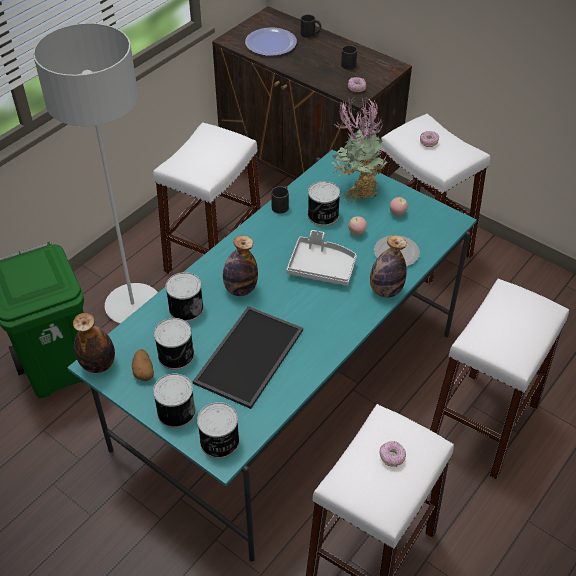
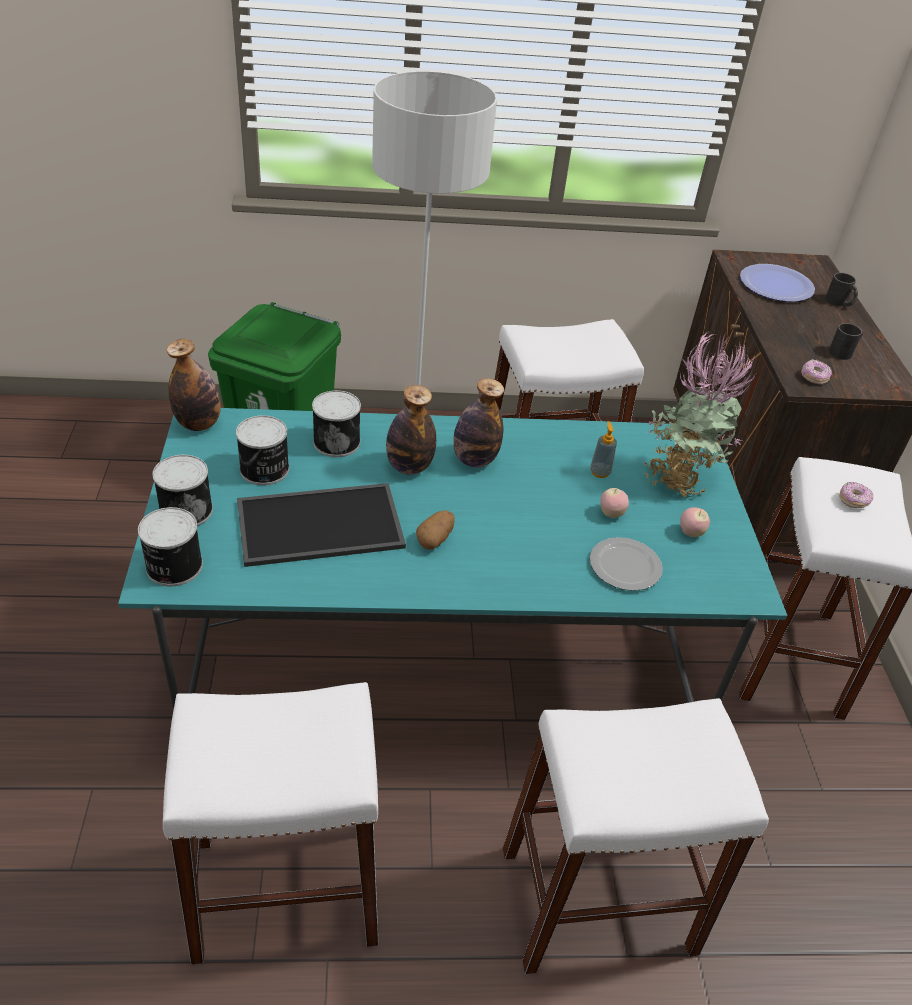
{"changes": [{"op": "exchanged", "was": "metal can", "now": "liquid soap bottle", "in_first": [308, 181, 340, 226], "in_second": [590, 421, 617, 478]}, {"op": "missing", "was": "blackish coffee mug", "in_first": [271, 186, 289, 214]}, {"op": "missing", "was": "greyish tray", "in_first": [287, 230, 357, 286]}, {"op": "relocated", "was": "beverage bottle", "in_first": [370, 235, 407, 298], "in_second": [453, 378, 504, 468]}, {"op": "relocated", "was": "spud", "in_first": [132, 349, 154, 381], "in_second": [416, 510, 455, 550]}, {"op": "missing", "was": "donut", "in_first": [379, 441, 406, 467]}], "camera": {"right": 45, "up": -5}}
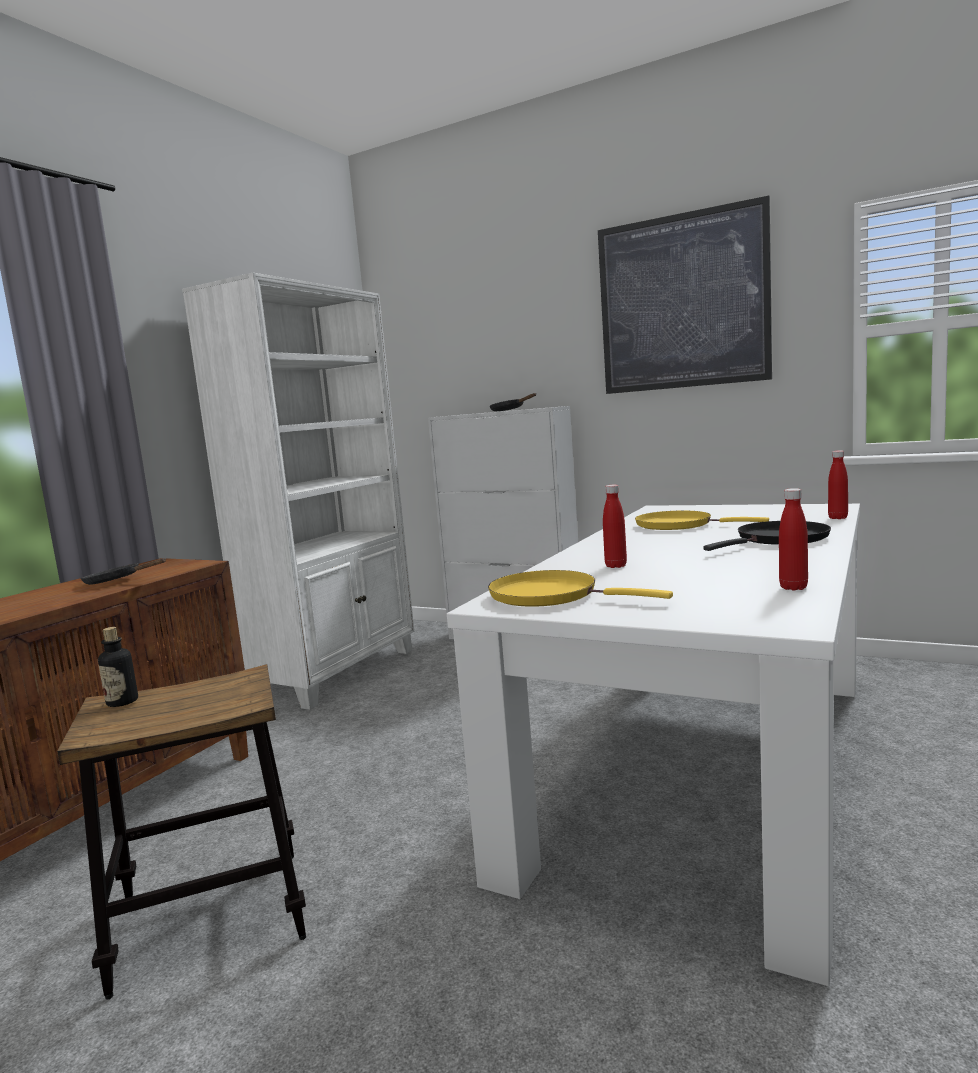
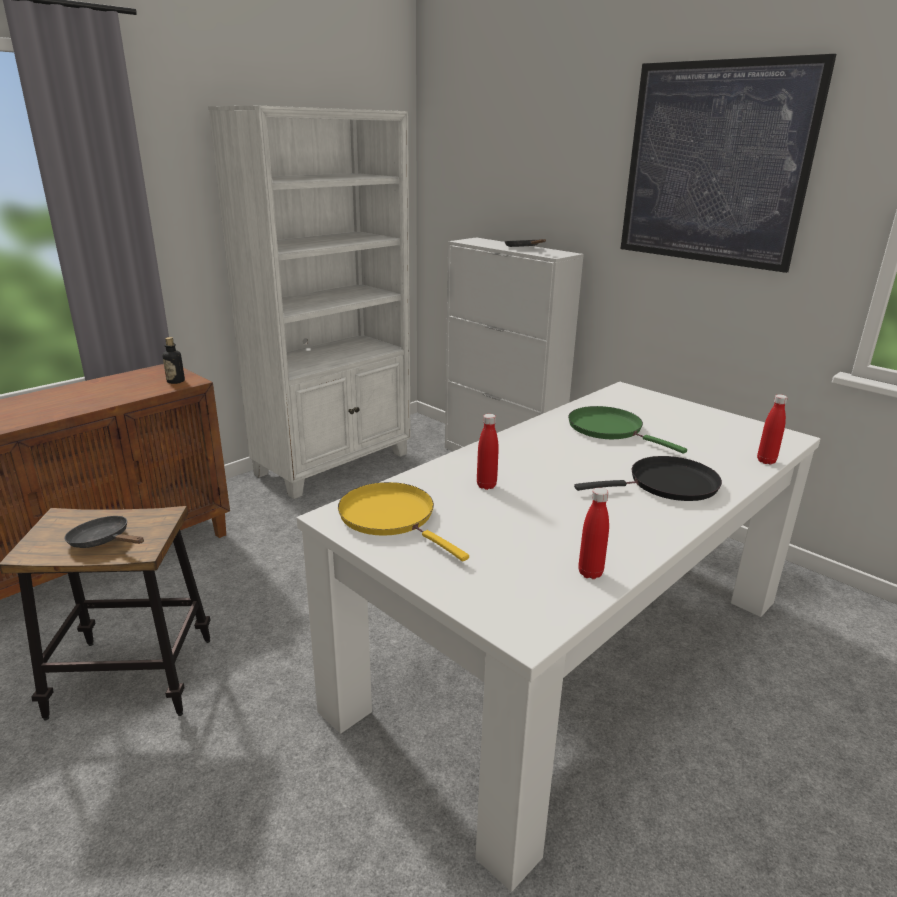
{"changes": [{"op": "colour", "was": "yellow pan", "now": "green-coloured pan", "in_first": [635, 511, 769, 530], "in_second": [568, 406, 687, 454]}, {"op": "relocated", "was": "blackish pan", "in_first": [80, 558, 166, 585], "in_second": [64, 516, 144, 548]}, {"op": "relocated", "was": "beverage bottle", "in_first": [98, 627, 138, 707], "in_second": [162, 337, 185, 384]}], "camera": {"right": 15, "up": 15}}
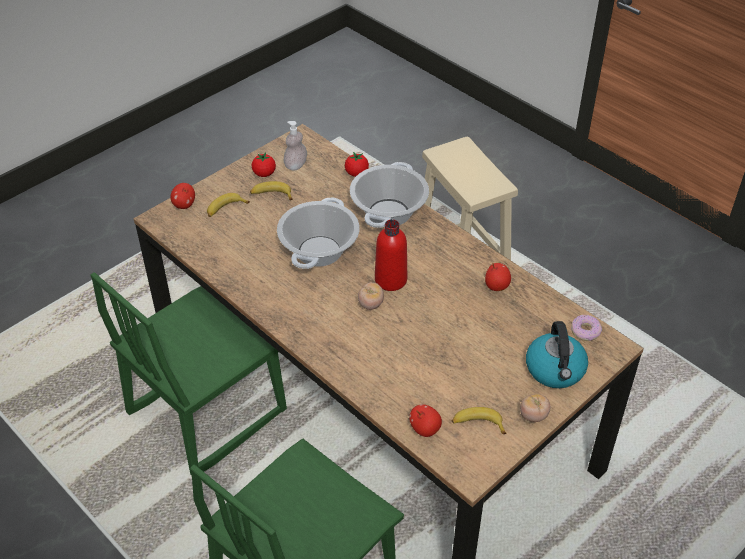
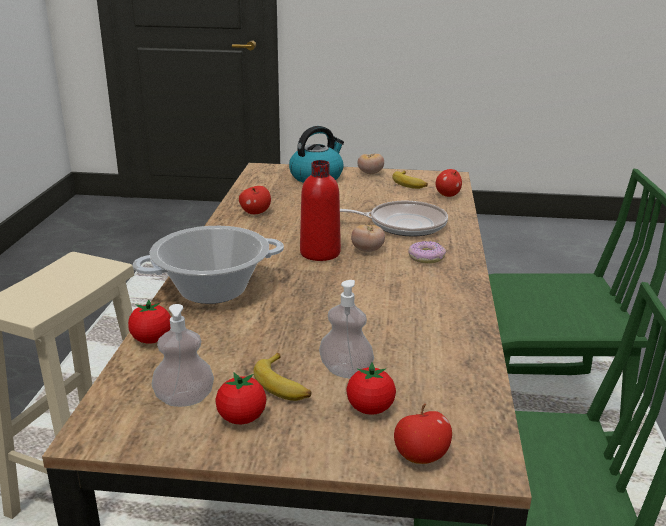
{"changes": [{"op": "exchanged", "was": "banana", "now": "whole tomato", "in_first": [207, 193, 250, 217], "in_second": [346, 363, 396, 415]}, {"op": "missing", "was": "cooking pot", "in_first": [277, 198, 360, 269]}, {"op": "relocated", "was": "donut", "in_first": [571, 315, 602, 341], "in_second": [408, 241, 446, 264]}, {"op": "appeared", "now": "pan", "in_second": [340, 201, 448, 236]}, {"op": "appeared", "now": "liquid soap bottle", "in_second": [319, 280, 374, 378]}], "camera": {"right": -130, "up": -20}}
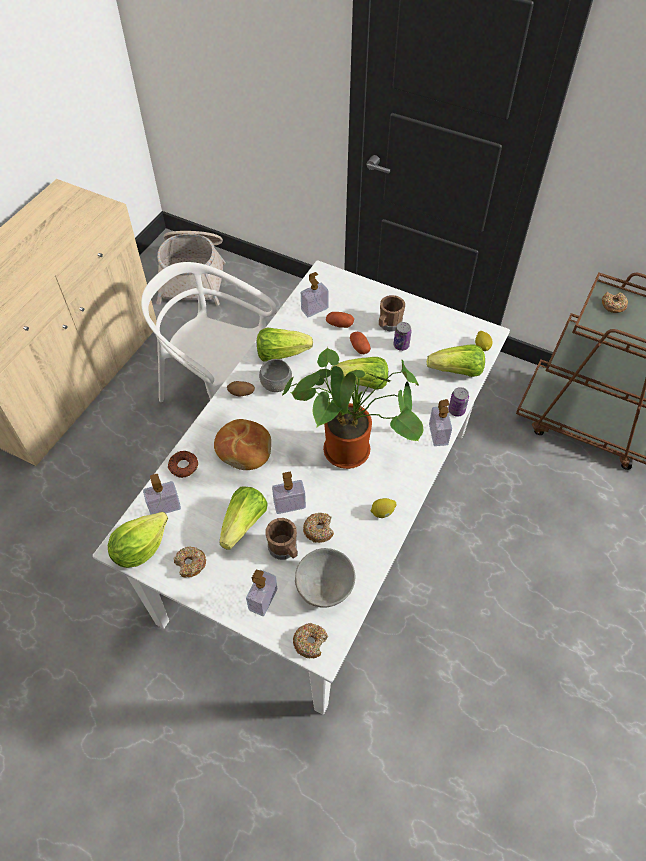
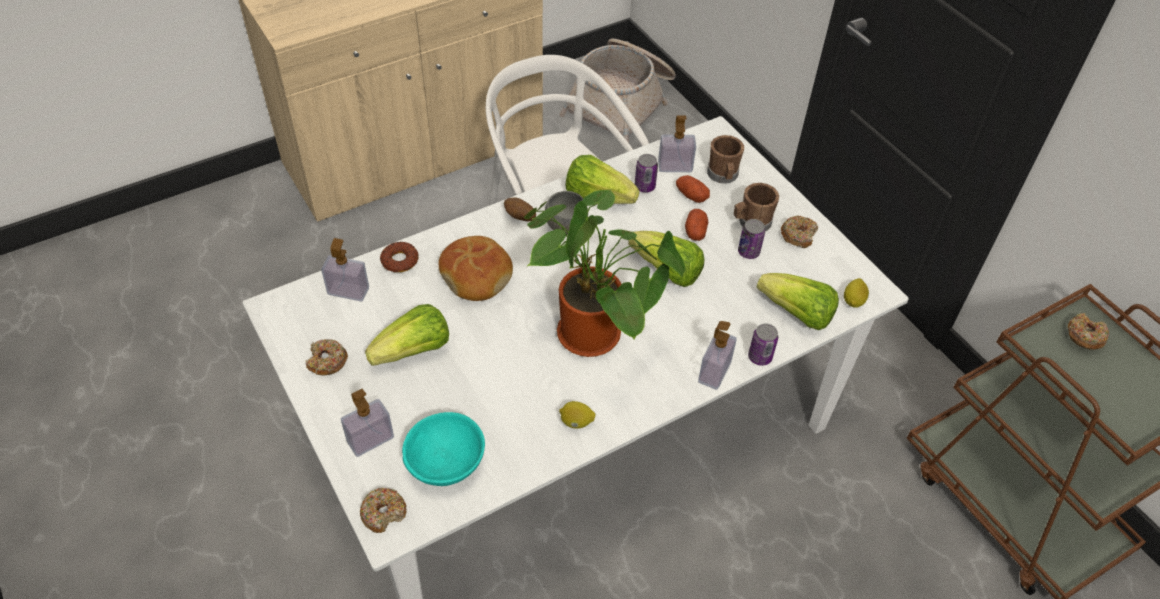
{"changes": [{"op": "missing", "was": "liquid soap bottle", "in_first": [272, 471, 306, 514]}, {"op": "missing", "was": "lettuce", "in_first": [108, 512, 168, 568]}, {"op": "relocated", "was": "donut", "in_first": [303, 513, 334, 543], "in_second": [781, 216, 818, 248]}, {"op": "relocated", "was": "brown-coloured coffee mug", "in_first": [265, 518, 298, 560], "in_second": [707, 135, 744, 184]}, {"op": "colour", "was": "greyish serving bowl", "now": "turquoise serving bowl", "in_first": [295, 548, 355, 608], "in_second": [402, 412, 485, 486]}, {"op": "appeared", "now": "metal can", "in_second": [635, 154, 658, 193]}], "camera": {"right": 30, "up": -5}}
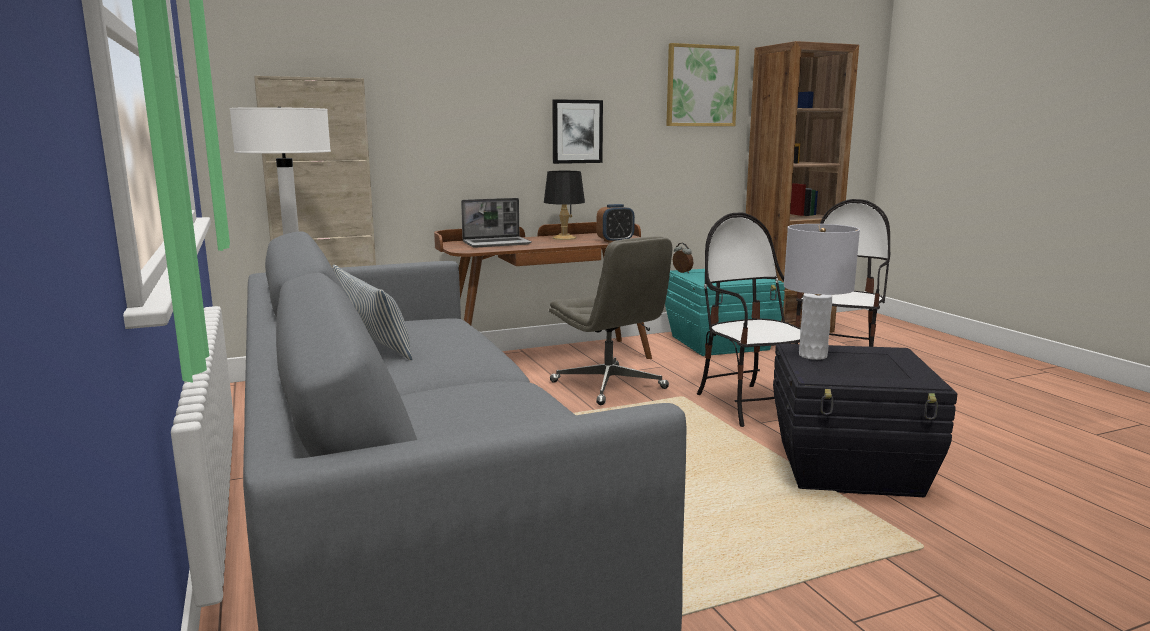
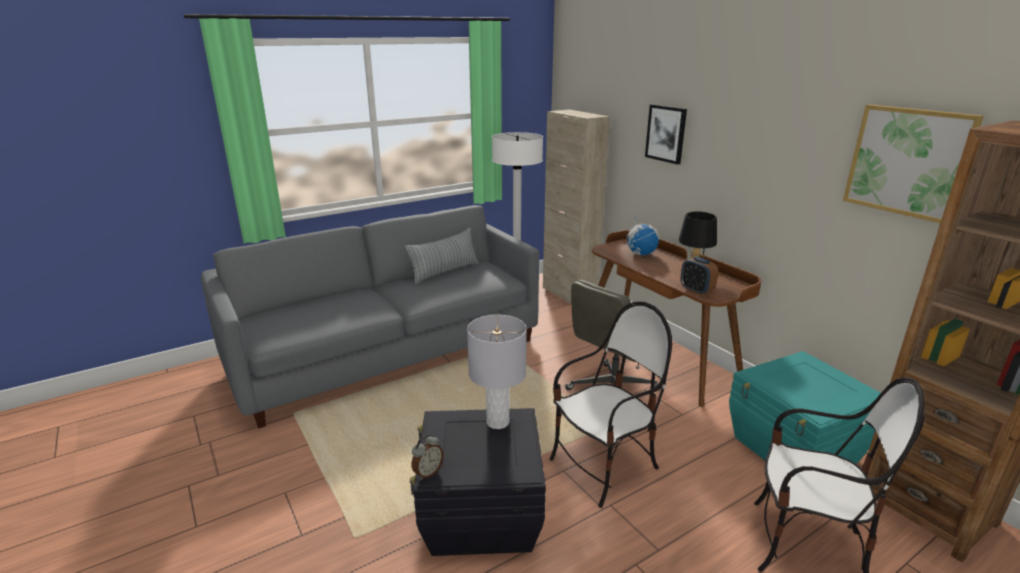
{"changes": [{"op": "relocated", "was": "picture", "in_first": [552, 99, 603, 164], "in_second": [645, 104, 687, 165]}, {"op": "exchanged", "was": "portable computer", "now": "desk globe", "in_first": [461, 198, 532, 248], "in_second": [625, 215, 660, 256]}, {"op": "relocated", "was": "bedside clock", "in_first": [673, 243, 693, 273], "in_second": [412, 434, 443, 480]}], "camera": {"right": 80, "up": 10}}
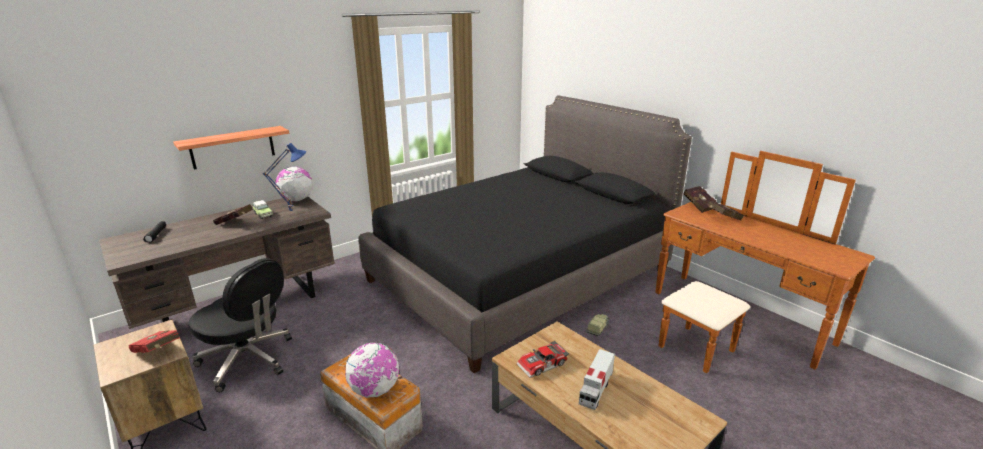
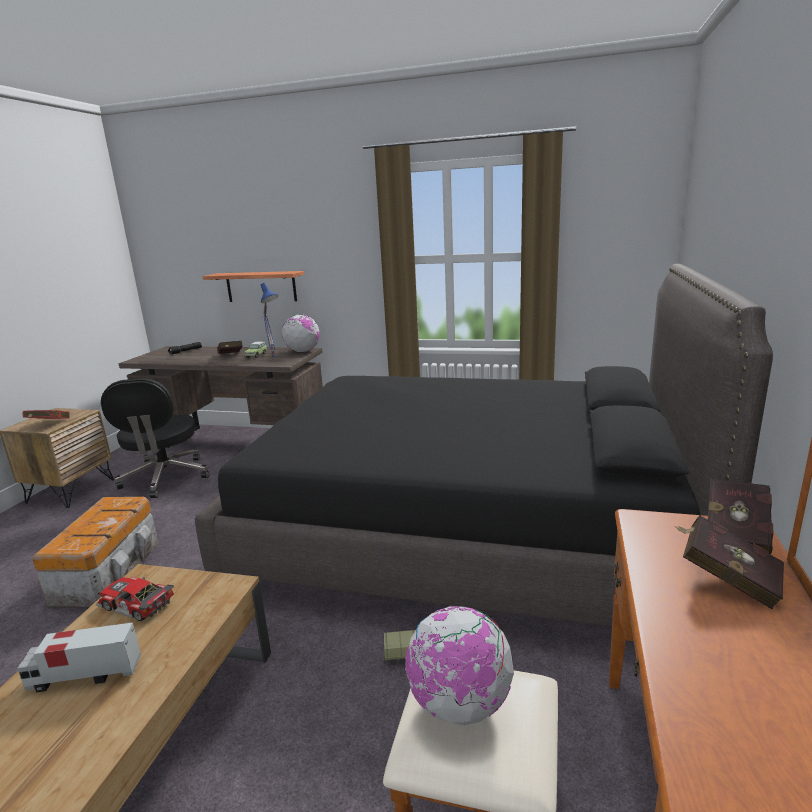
{"changes": [{"op": "relocated", "was": "desk globe", "in_first": [345, 343, 399, 398], "in_second": [405, 606, 514, 725]}], "camera": {"right": 55, "up": -5}}
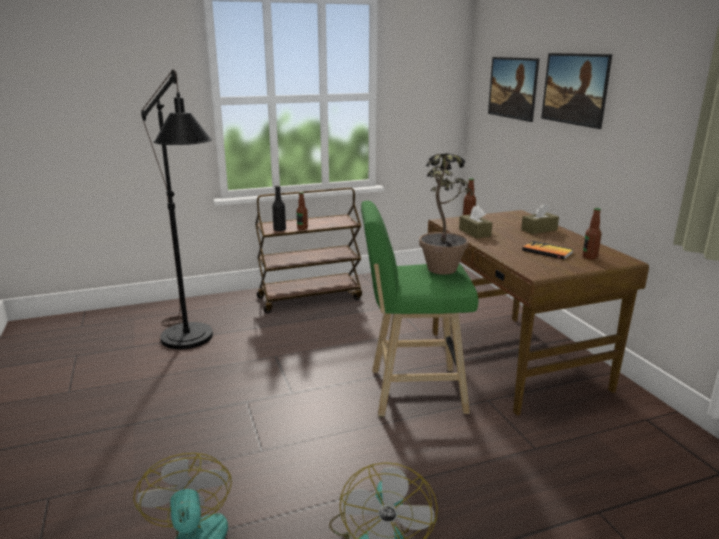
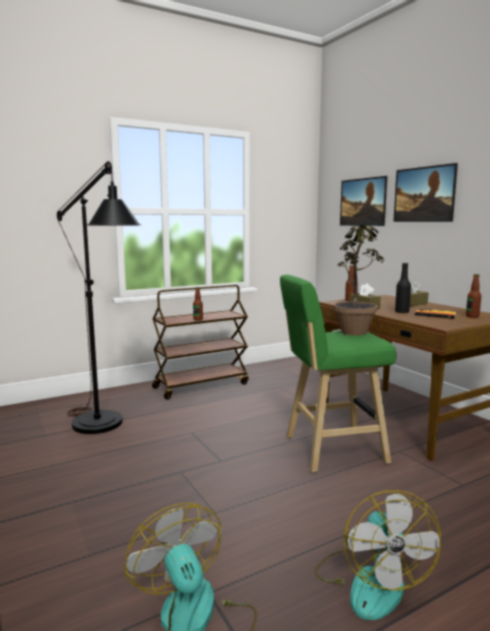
{"changes": [{"op": "relocated", "was": "blackish beverage bottle", "in_first": [272, 186, 286, 231], "in_second": [395, 263, 411, 313]}], "camera": {"right": -10, "up": -10}}
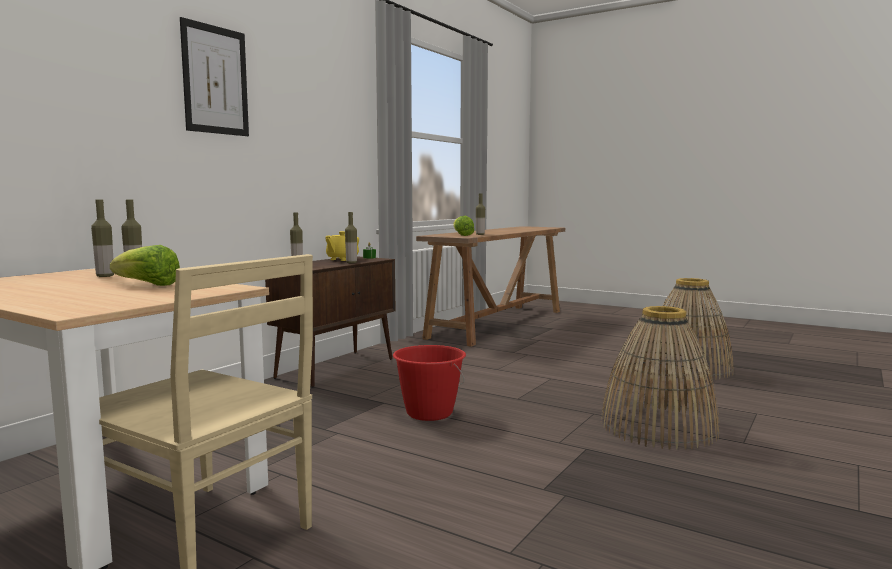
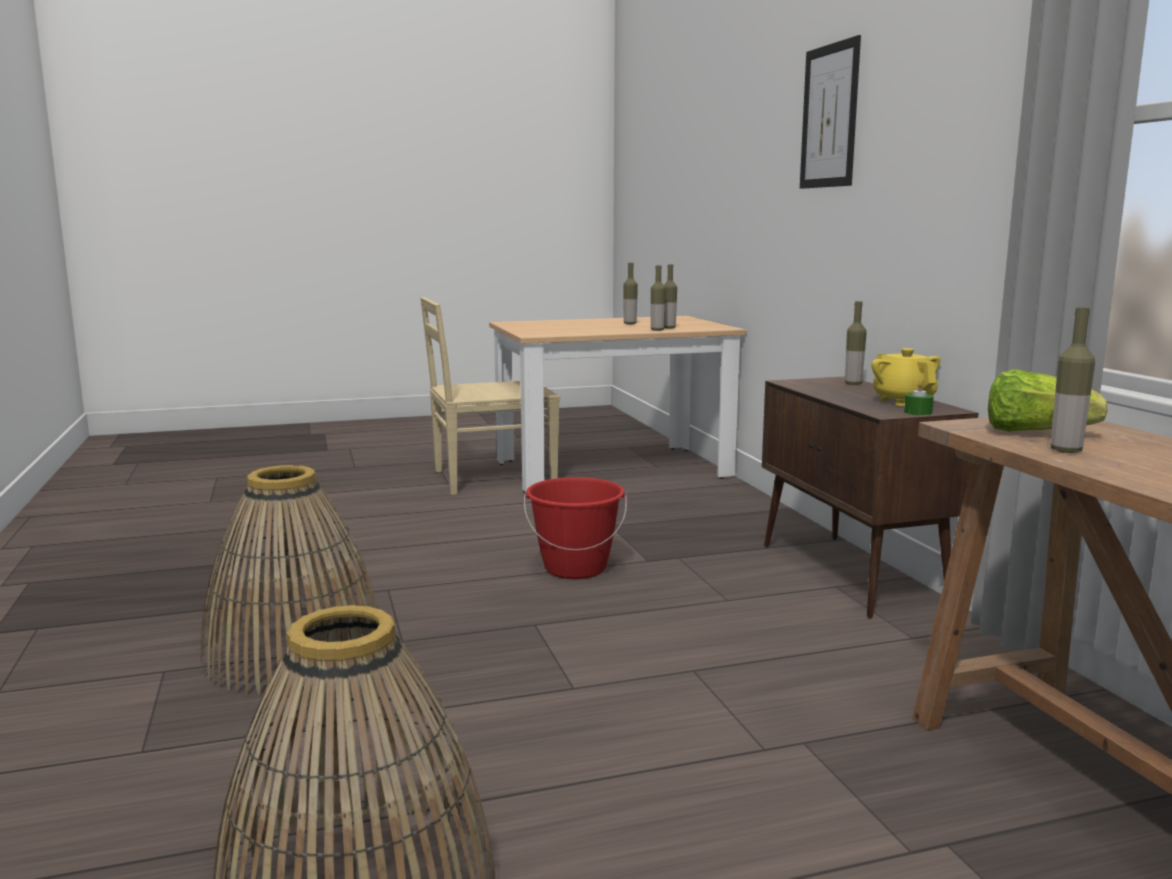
{"changes": [{"op": "relocated", "was": "beverage bottle", "in_first": [345, 212, 357, 263], "in_second": [623, 263, 638, 324]}, {"op": "missing", "was": "lettuce", "in_first": [110, 245, 180, 286]}], "camera": {"right": 130, "up": 5}}
